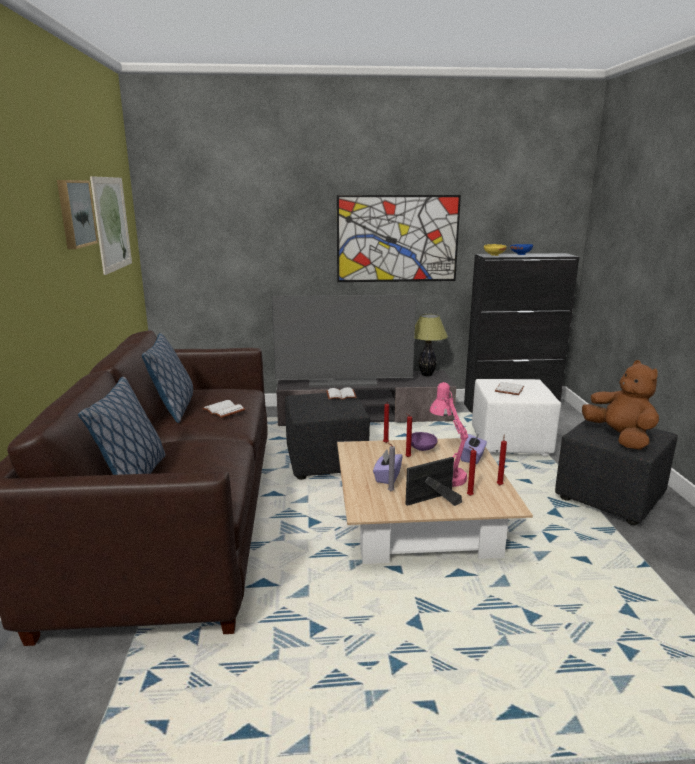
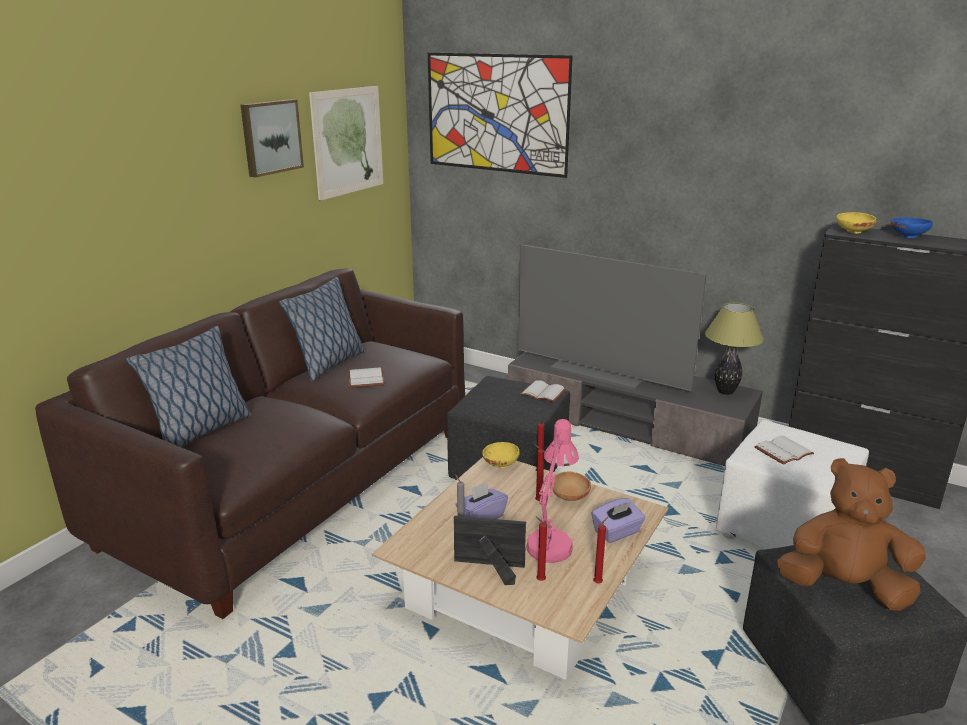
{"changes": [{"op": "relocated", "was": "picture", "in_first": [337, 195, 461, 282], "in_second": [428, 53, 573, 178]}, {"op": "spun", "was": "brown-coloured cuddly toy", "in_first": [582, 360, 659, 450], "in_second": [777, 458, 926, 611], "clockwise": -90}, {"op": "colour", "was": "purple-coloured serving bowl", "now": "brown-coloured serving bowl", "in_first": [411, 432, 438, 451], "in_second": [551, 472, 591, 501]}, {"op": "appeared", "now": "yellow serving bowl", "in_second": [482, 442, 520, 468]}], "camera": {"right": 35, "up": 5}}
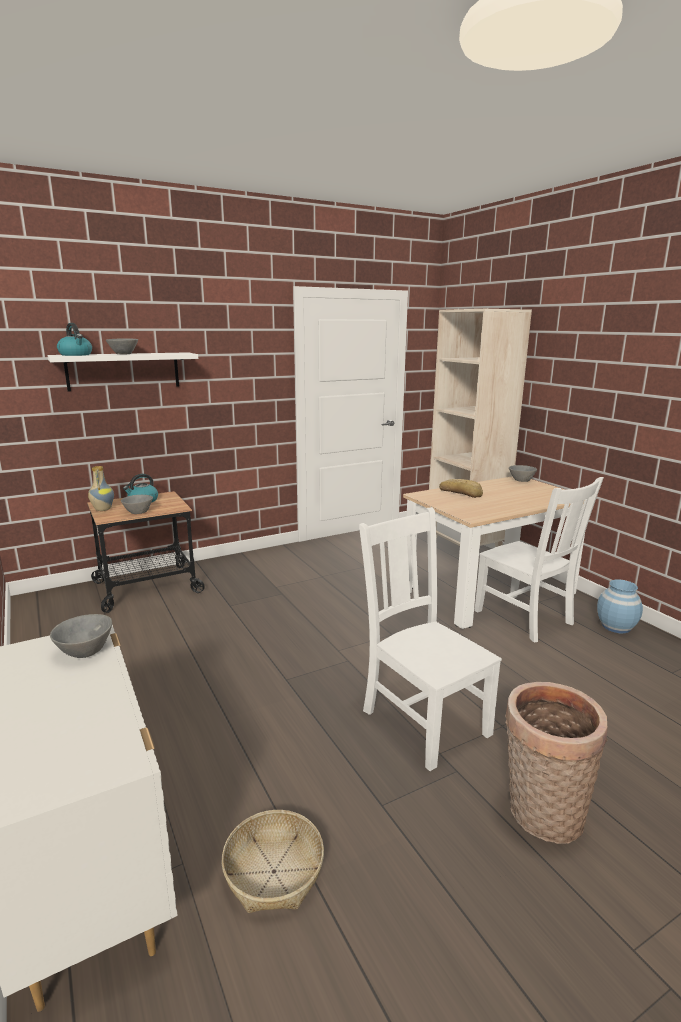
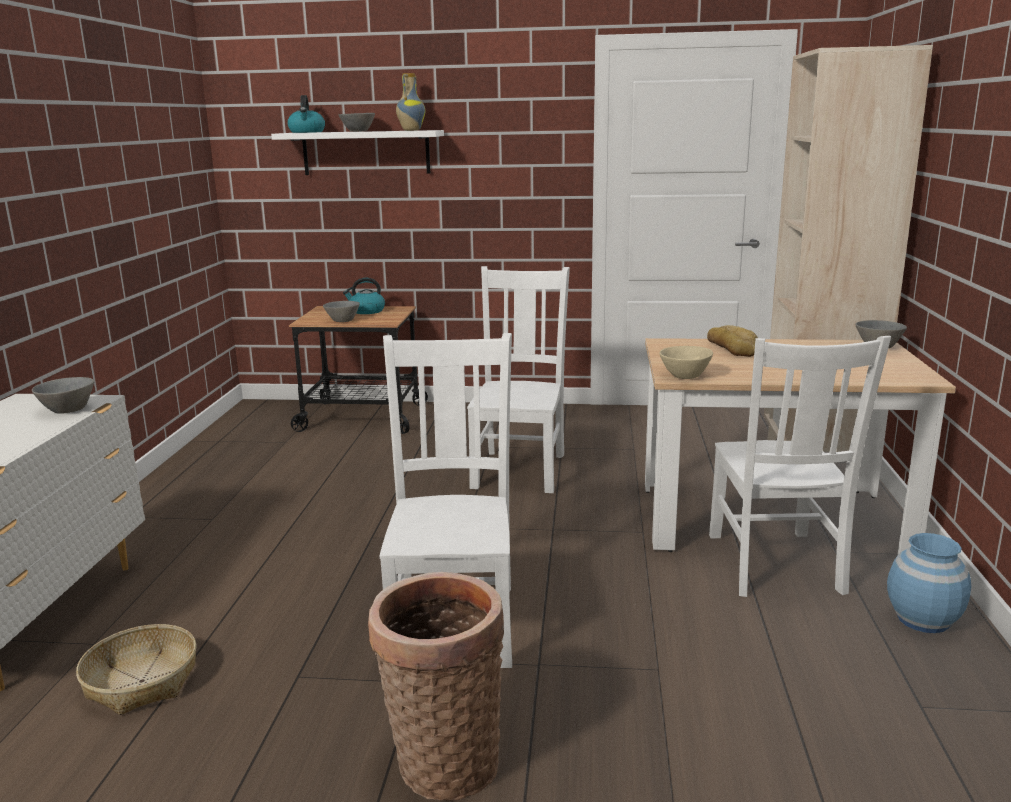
{"changes": [{"op": "relocated", "was": "vase", "in_first": [88, 466, 114, 511], "in_second": [396, 73, 425, 131]}, {"op": "appeared", "now": "whitish plain chair", "in_second": [467, 266, 570, 493]}, {"op": "appeared", "now": "beige-coloured serving bowl", "in_second": [659, 346, 713, 379]}], "camera": {"right": 35, "up": 0}}
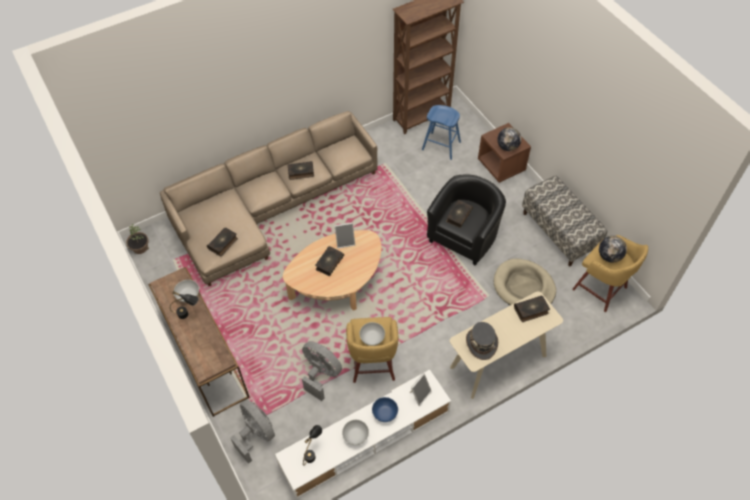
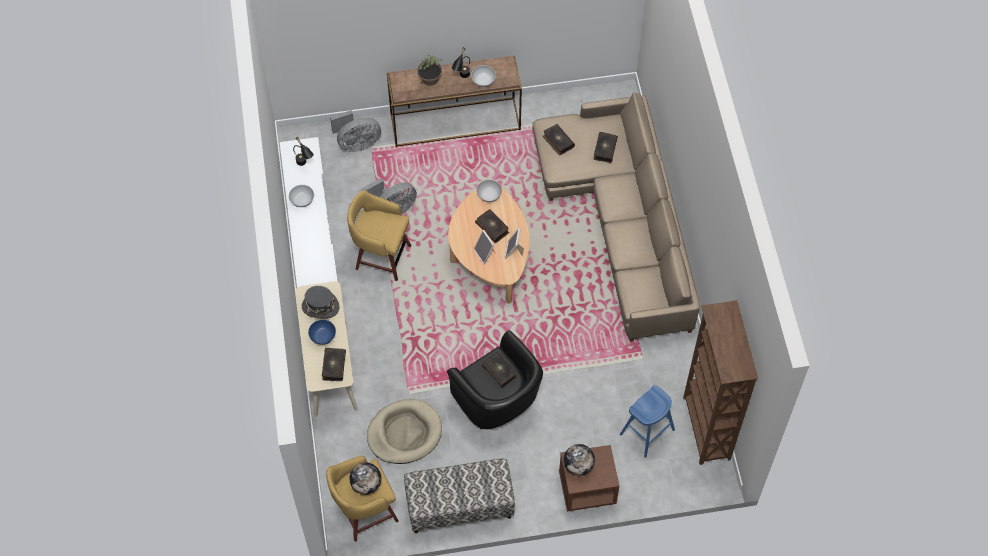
{"changes": [{"op": "relocated", "was": "book", "in_first": [287, 161, 314, 180], "in_second": [593, 132, 618, 163]}, {"op": "relocated", "was": "houseplant", "in_first": [126, 224, 149, 254], "in_second": [417, 55, 442, 86]}, {"op": "relocated", "was": "whitish serving bowl", "in_first": [359, 322, 385, 346], "in_second": [476, 180, 502, 202]}, {"op": "relocated", "was": "photo frame", "in_first": [410, 373, 432, 406], "in_second": [474, 230, 495, 264]}, {"op": "relocated", "was": "bluish serving bowl", "in_first": [372, 397, 398, 422], "in_second": [308, 320, 336, 345]}], "camera": {"right": 110, "up": 5}}
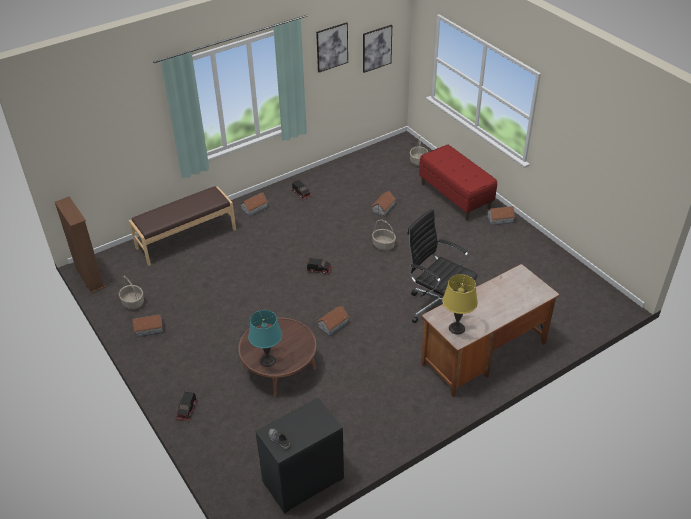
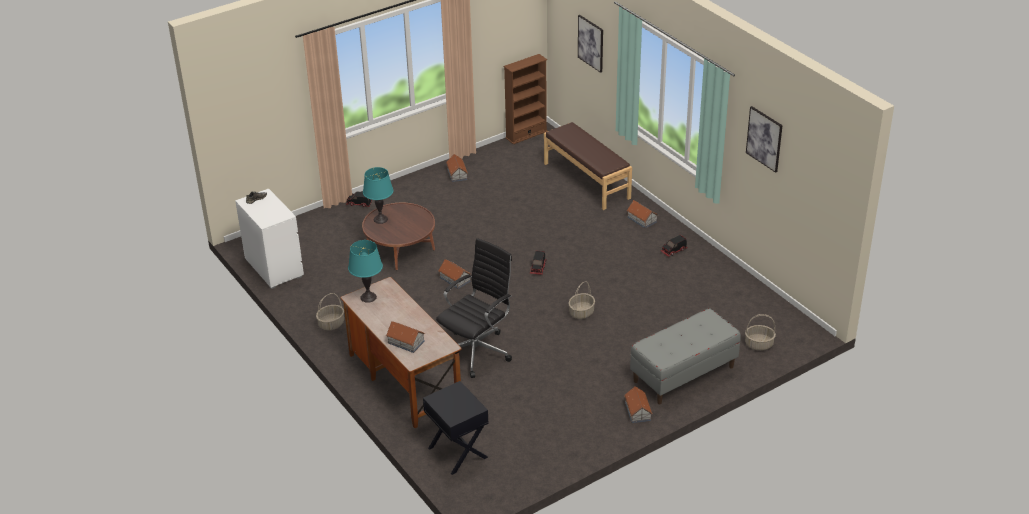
{"changes": [{"op": "relocated", "was": "picture", "in_first": [363, 25, 392, 73], "in_second": [578, 15, 603, 73]}, {"op": "colour", "was": "red-coloured bench", "now": "greyish bench", "in_first": [419, 145, 497, 220], "in_second": [630, 308, 741, 404]}, {"op": "relocated", "was": "model house", "in_first": [371, 191, 396, 217], "in_second": [386, 321, 425, 353]}, {"op": "colour", "was": "yellow tabletop lamp", "now": "turquoise tabletop lamp", "in_first": [442, 274, 478, 334], "in_second": [348, 240, 383, 303]}, {"op": "relocated", "was": "basket", "in_first": [119, 276, 144, 309], "in_second": [316, 293, 344, 330]}, {"op": "colour", "was": "blackish chest of drawers", "now": "whitish chest of drawers", "in_first": [255, 398, 344, 514], "in_second": [235, 188, 304, 289]}, {"op": "appeared", "now": "blackish nightstand", "in_second": [423, 381, 489, 475]}], "camera": {"right": 90, "up": -5}}
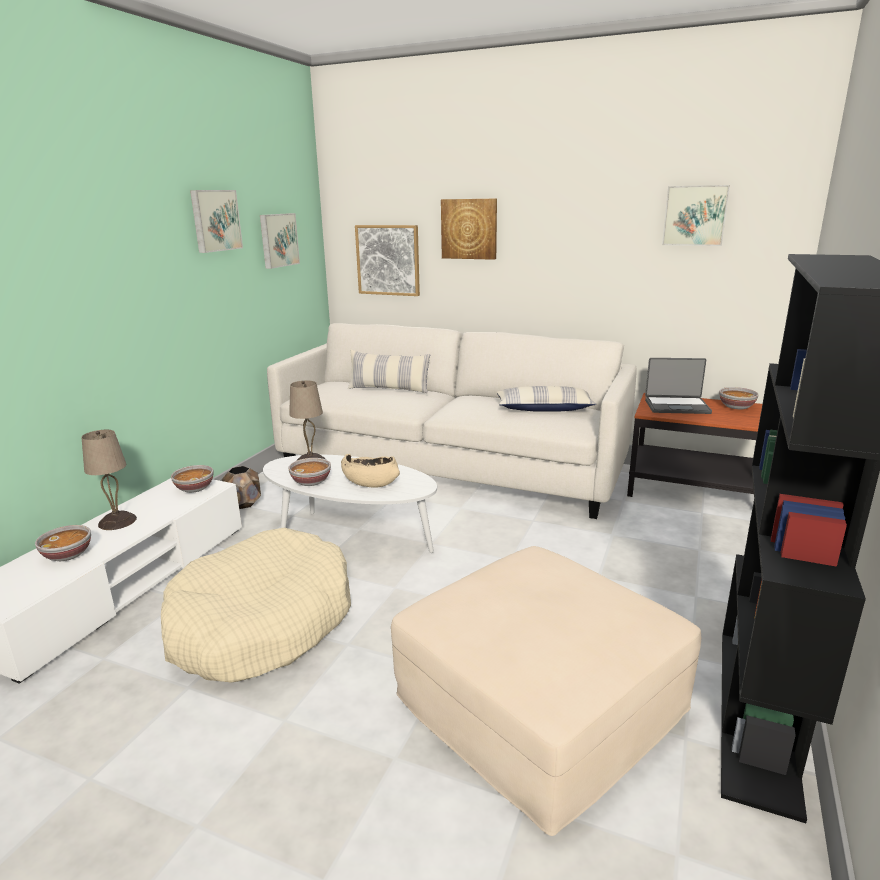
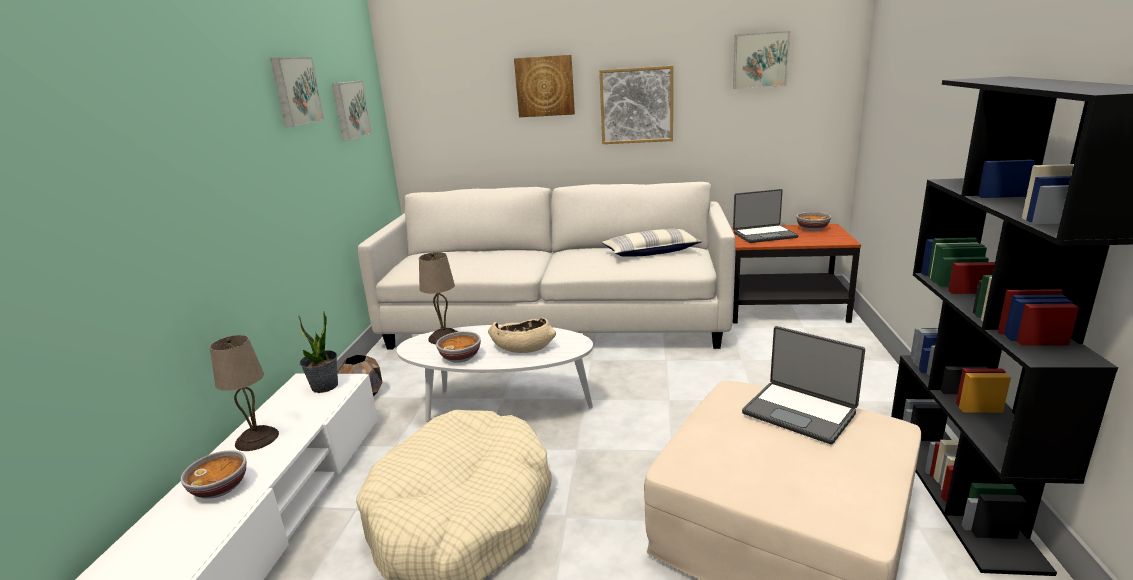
{"changes": [{"op": "relocated", "was": "picture", "in_first": [355, 225, 420, 296], "in_second": [599, 66, 673, 144]}, {"op": "missing", "was": "pillow", "in_first": [348, 349, 430, 393]}, {"op": "exchanged", "was": "serving bowl", "now": "houseplant", "in_first": [171, 465, 214, 493], "in_second": [298, 312, 338, 393]}, {"op": "appeared", "now": "portable computer", "in_second": [742, 326, 865, 444]}], "camera": {"right": -15, "up": 0}}
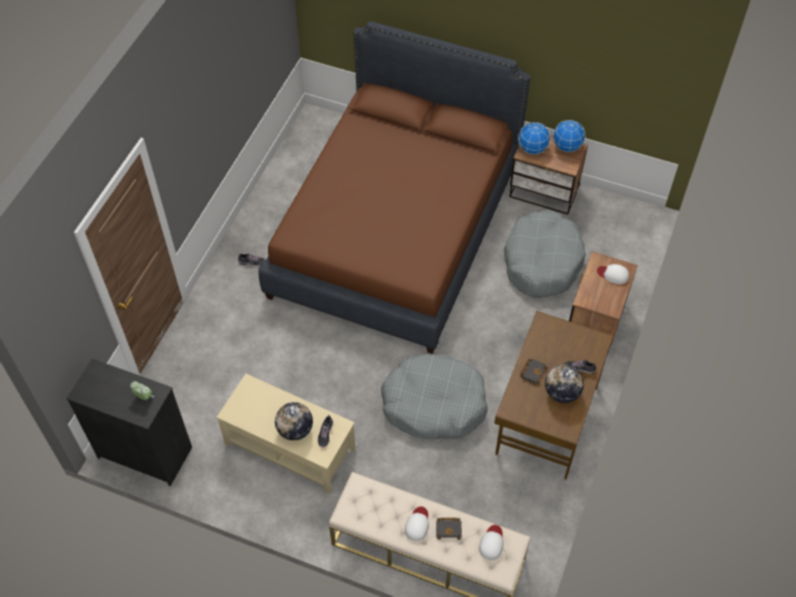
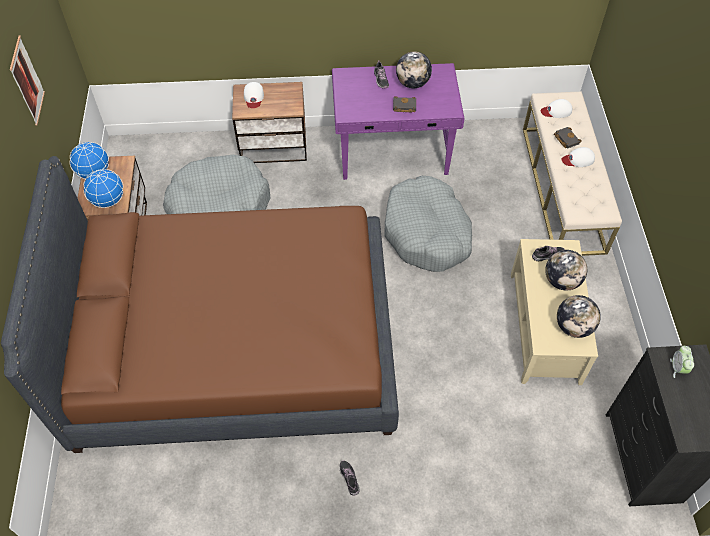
{"changes": [{"op": "colour", "was": "brown-coloured desk unit", "now": "purple-coloured desk unit", "in_first": [494, 311, 613, 479], "in_second": [332, 63, 464, 180]}, {"op": "appeared", "now": "picture", "in_second": [10, 35, 45, 126]}, {"op": "appeared", "now": "desk globe", "in_second": [557, 295, 601, 338]}], "camera": {"right": -115, "up": 0}}
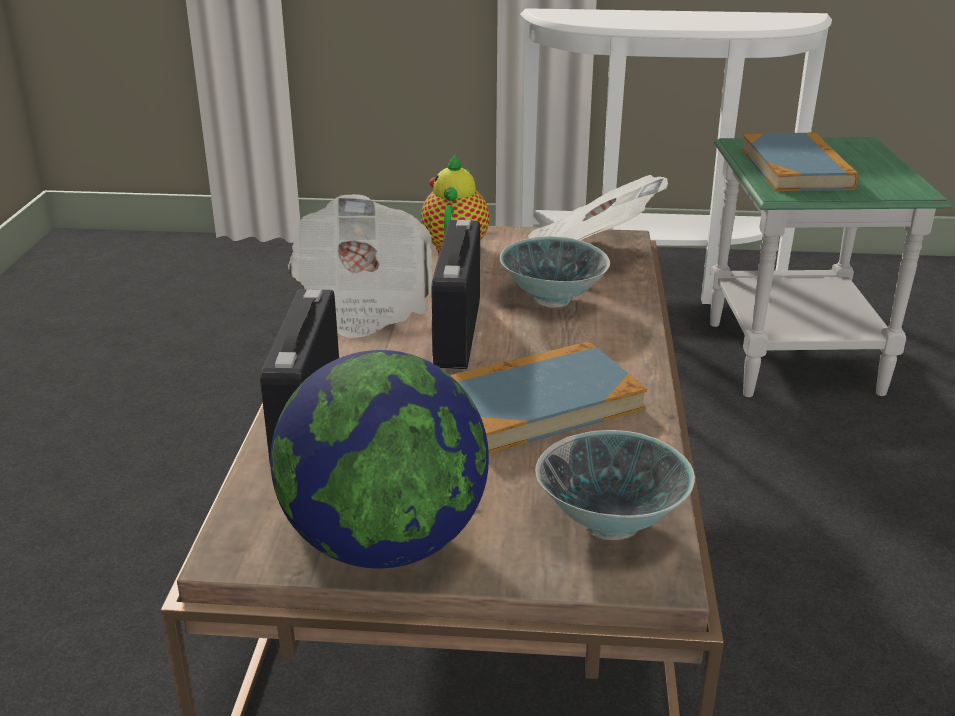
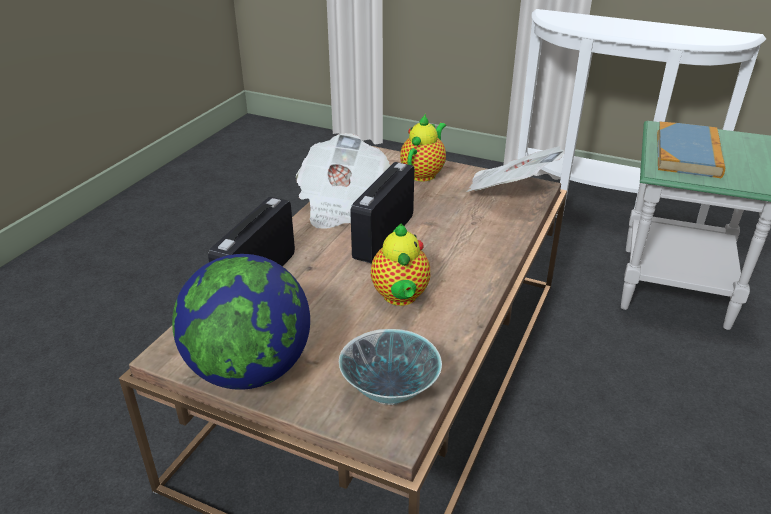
{"changes": [{"op": "missing", "was": "serving bowl", "in_first": [500, 236, 610, 308]}, {"op": "exchanged", "was": "book", "now": "teapot", "in_first": [450, 341, 647, 454], "in_second": [371, 224, 430, 306]}], "camera": {"right": 20, "up": 5}}
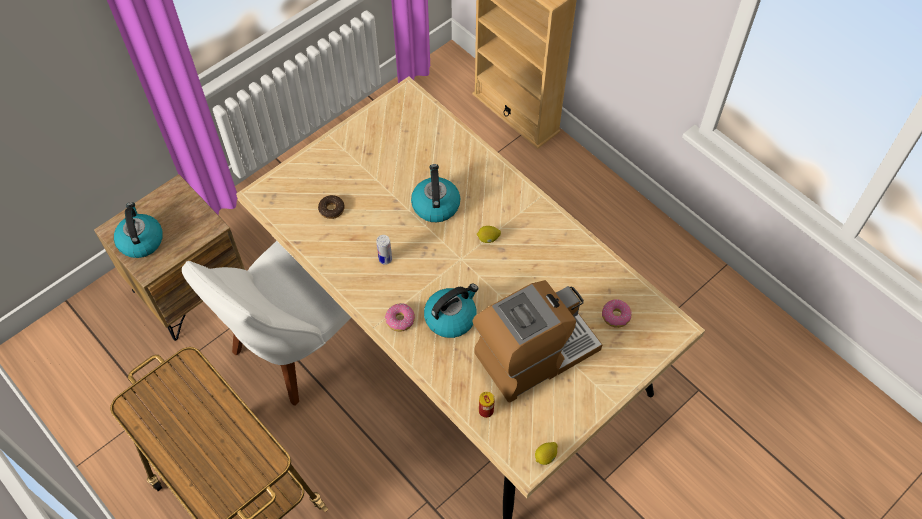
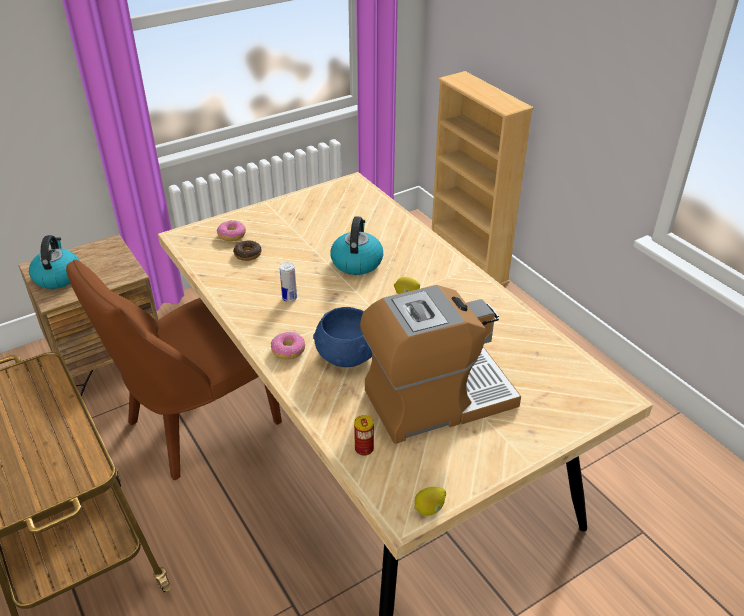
{"changes": [{"op": "colour", "was": "whitish plain chair", "now": "brown-coloured plain chair", "in_first": [182, 241, 351, 406], "in_second": [66, 260, 282, 480]}, {"op": "exchanged", "was": "kettle", "now": "bluish serving bowl", "in_first": [424, 284, 478, 338], "in_second": [313, 307, 372, 367]}, {"op": "relocated", "was": "donut", "in_first": [602, 299, 631, 328], "in_second": [217, 220, 246, 241]}], "camera": {"right": 10, "up": -20}}
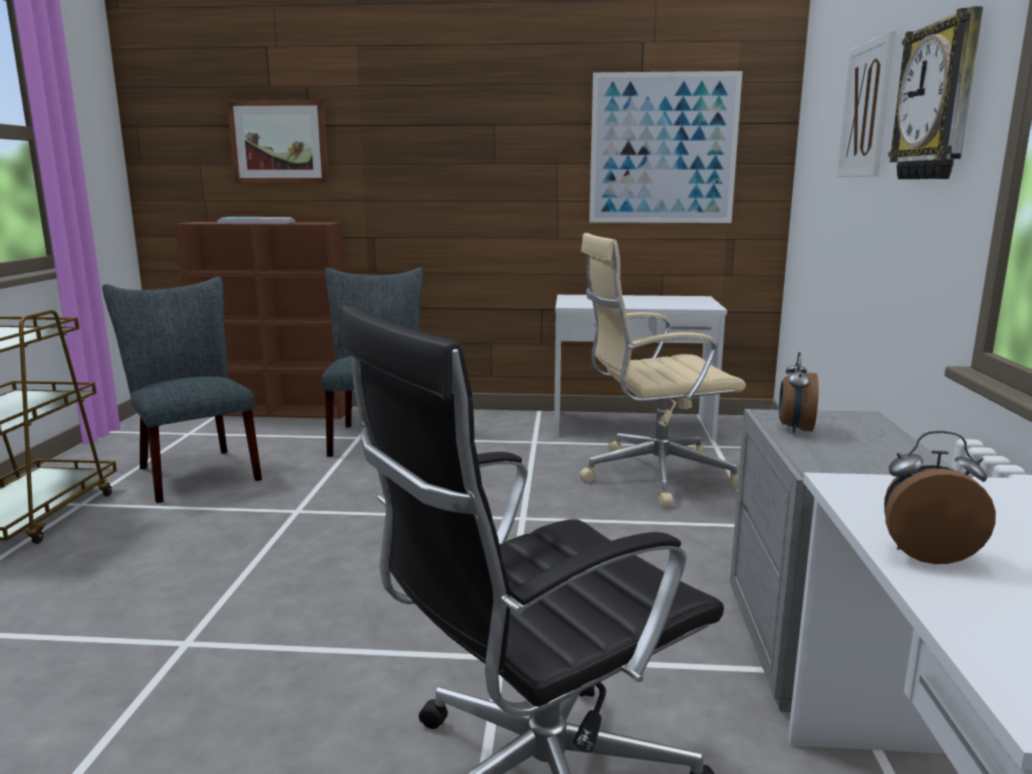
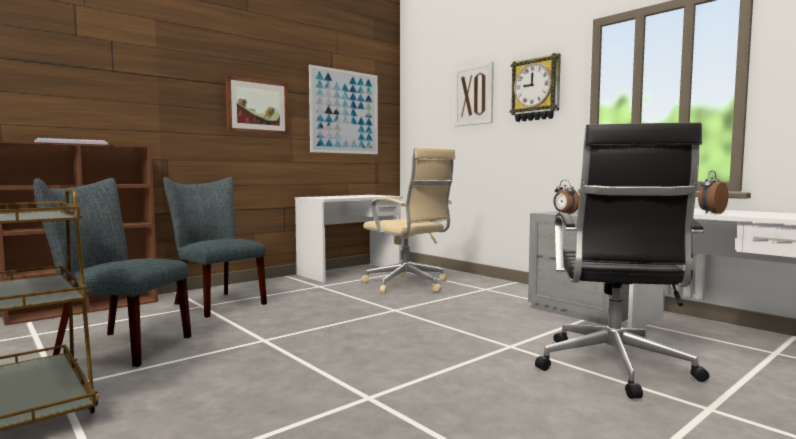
{"changes": [{"op": "relocated", "was": "picture", "in_first": [227, 100, 329, 183], "in_second": [226, 75, 289, 135]}, {"op": "spun", "was": "beige-coloured office chair", "in_first": [579, 233, 746, 507], "in_second": [361, 147, 456, 293], "clockwise": -75}], "camera": {"right": -45, "up": -10}}
